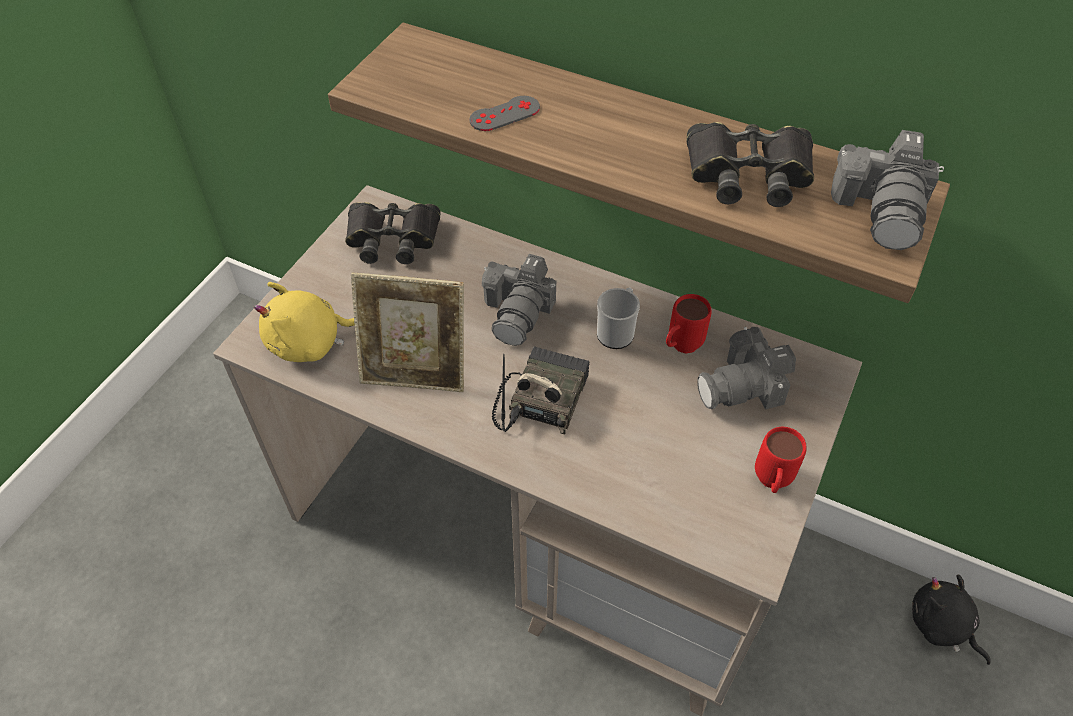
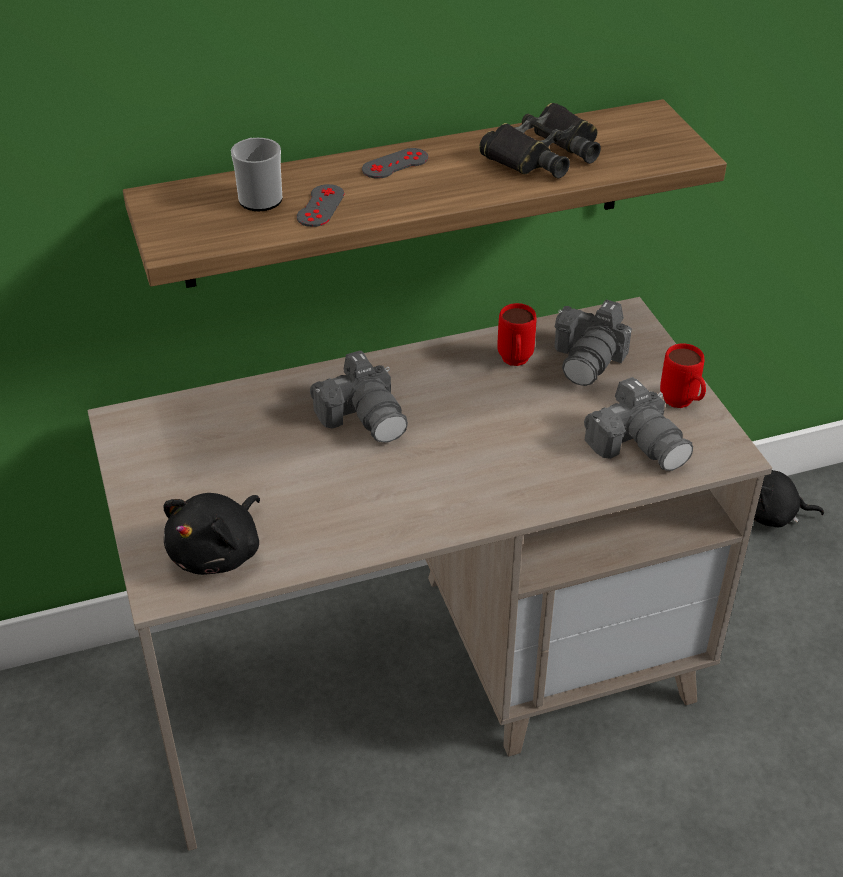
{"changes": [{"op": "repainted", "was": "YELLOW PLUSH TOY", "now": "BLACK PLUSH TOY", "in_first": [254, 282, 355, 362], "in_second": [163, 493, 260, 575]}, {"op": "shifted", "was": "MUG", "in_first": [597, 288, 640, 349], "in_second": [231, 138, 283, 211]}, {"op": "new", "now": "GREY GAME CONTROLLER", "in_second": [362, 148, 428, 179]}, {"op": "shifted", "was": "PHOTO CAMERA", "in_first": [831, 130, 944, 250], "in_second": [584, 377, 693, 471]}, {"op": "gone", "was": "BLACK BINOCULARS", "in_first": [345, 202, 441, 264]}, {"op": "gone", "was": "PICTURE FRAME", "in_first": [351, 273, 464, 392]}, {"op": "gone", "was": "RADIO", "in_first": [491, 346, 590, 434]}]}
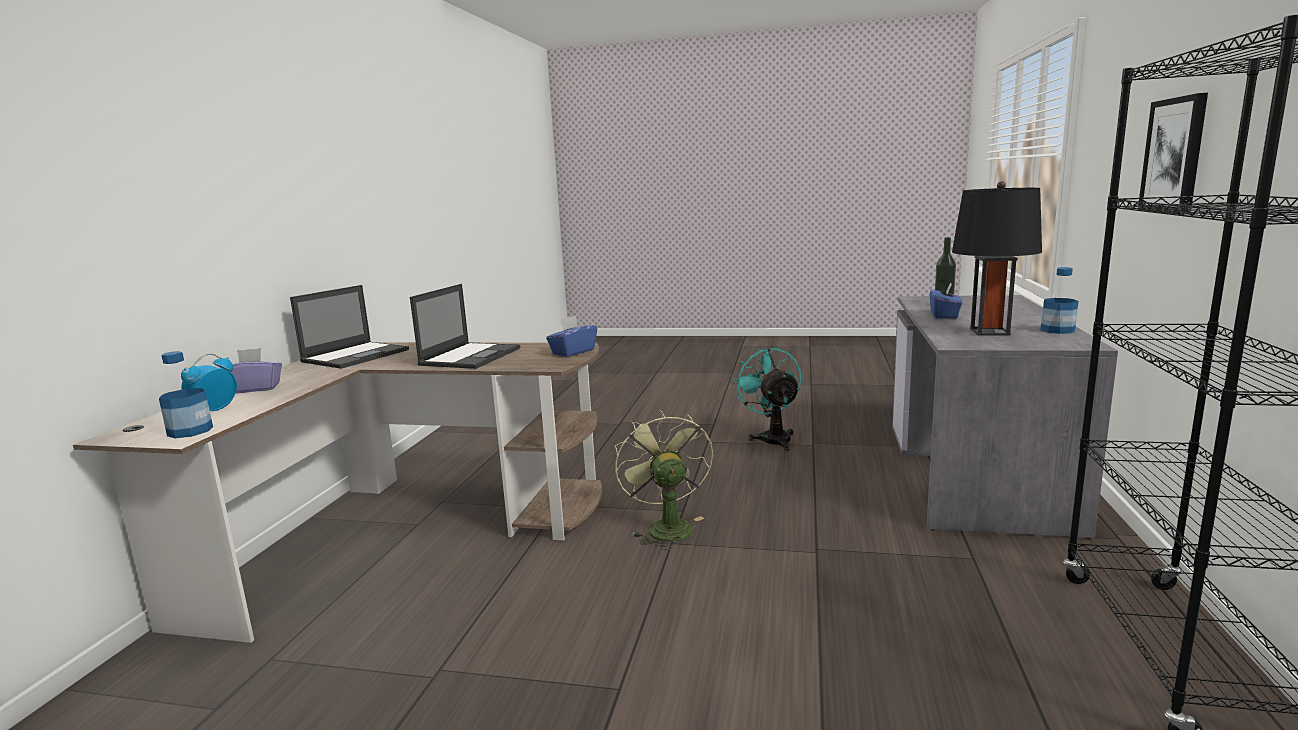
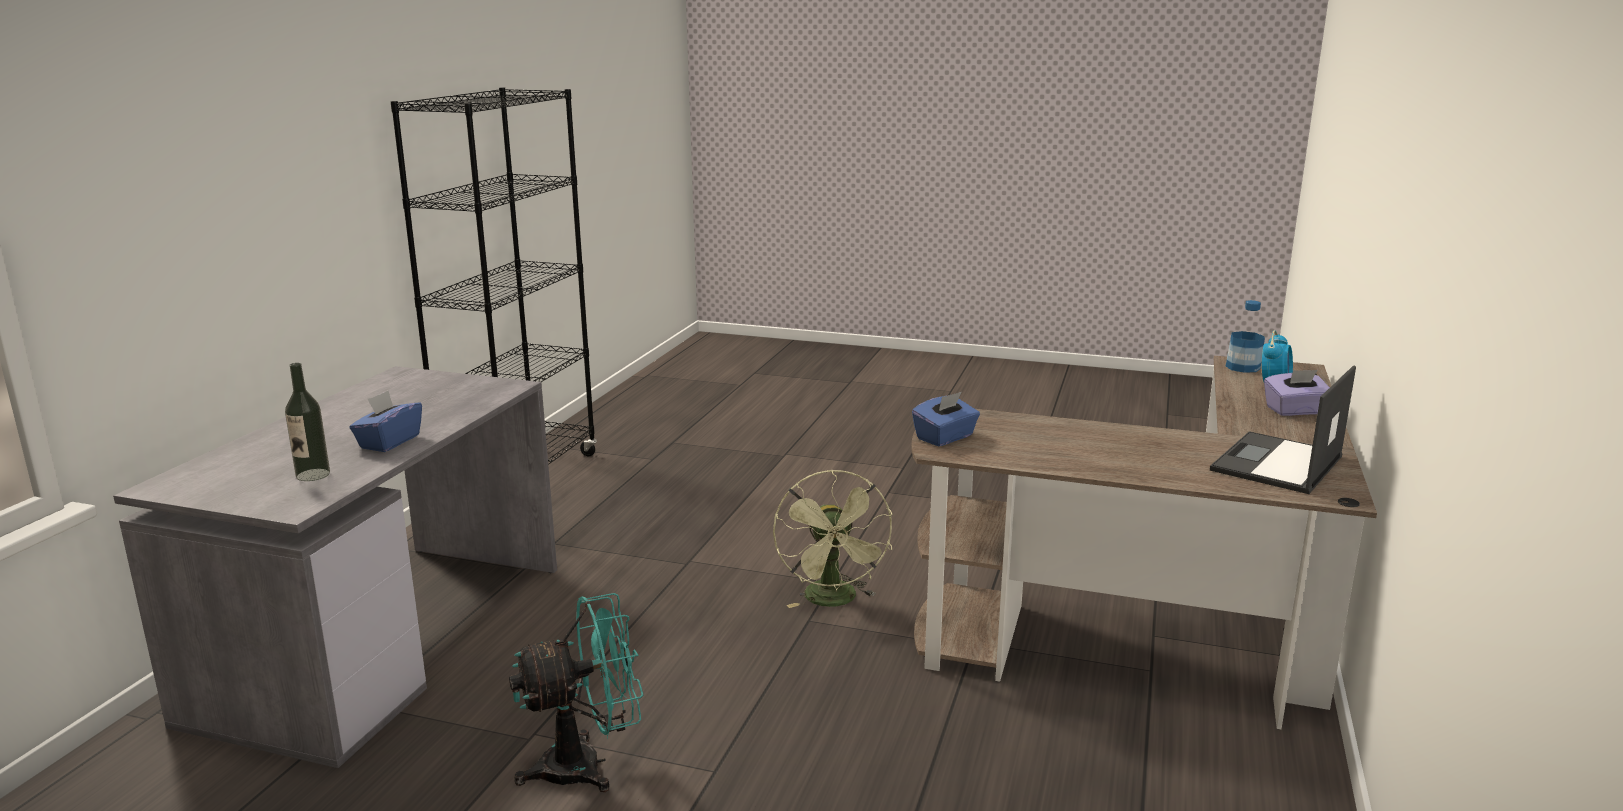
{"changes": [{"op": "rotated", "was": "TURQUOISE FAN", "in_first": [733, 347, 801, 451], "in_second": [509, 593, 643, 792], "clockwise": -105}, {"op": "gone", "was": "LAPTOP", "in_first": [410, 284, 520, 369]}, {"op": "gone", "was": "BLACK TABLE LAMP", "in_first": [952, 181, 1042, 336]}, {"op": "gone", "was": "BOTTLE", "in_first": [1040, 267, 1079, 334]}, {"op": "gone", "was": "PICTURE", "in_first": [1138, 93, 1208, 213]}]}
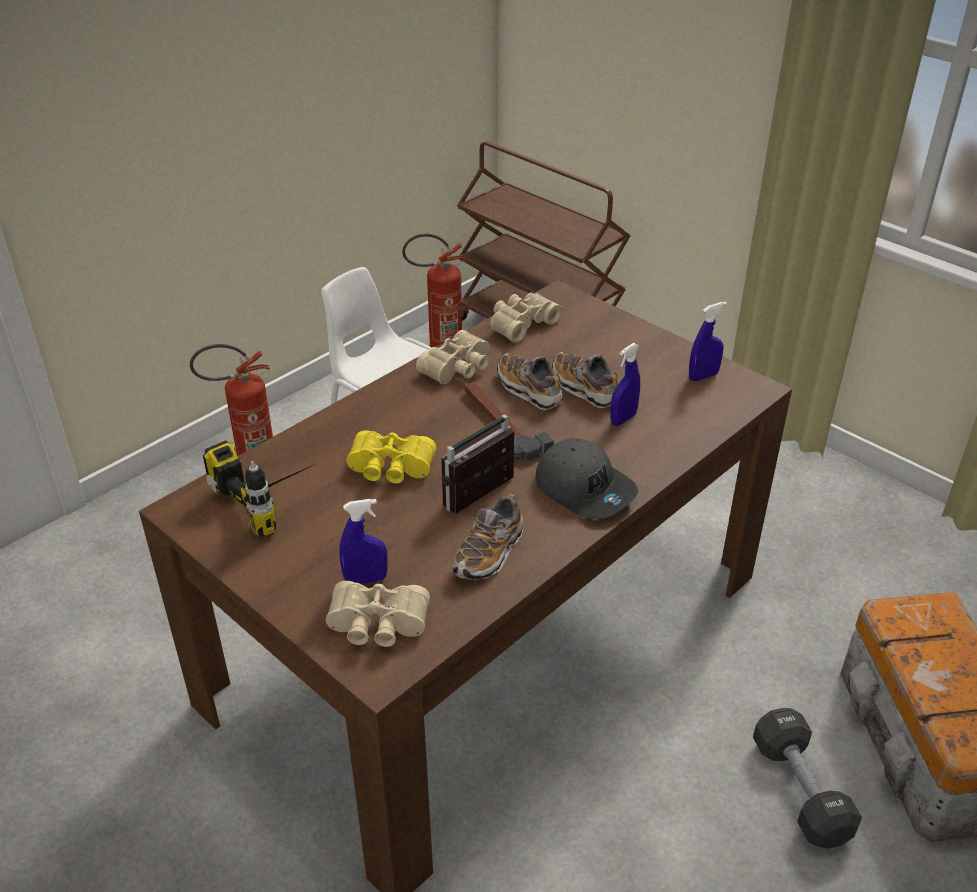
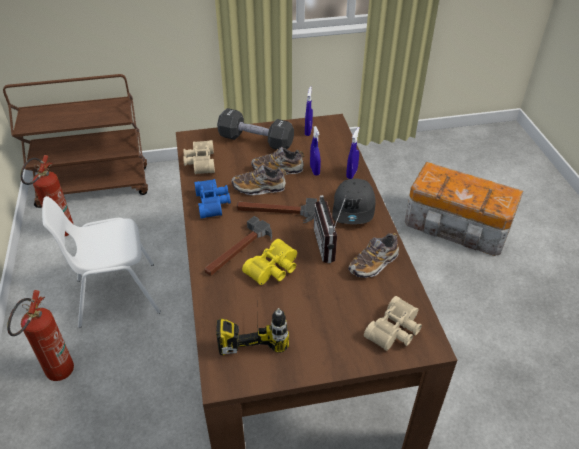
{"changes": [{"op": "repainted", "was": "BEIGE BINOCULARS", "now": "BLUE BINOCULARS", "in_first": [416, 330, 490, 384], "in_second": [194, 179, 231, 219]}, {"op": "new", "now": "HAMMER", "in_second": [205, 216, 272, 276]}, {"op": "shifted", "was": "BLACK DUMBBELL", "in_first": [753, 708, 862, 849], "in_second": [217, 108, 294, 150]}, {"op": "rotated", "was": "GREY CAP", "in_first": [536, 438, 638, 519], "in_second": [332, 178, 375, 224], "clockwise": 105}, {"op": "shifted", "was": "BLUE SPRAY BOTTLE", "in_first": [339, 499, 388, 584], "in_second": [346, 127, 360, 179]}, {"op": "rotated", "was": "SHOE", "in_first": [452, 494, 523, 580], "in_second": [349, 233, 399, 278], "clockwise": 75}]}
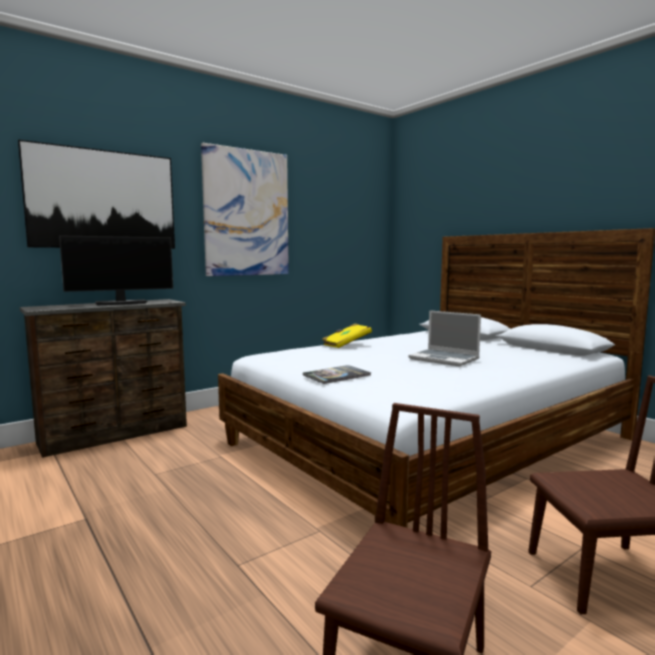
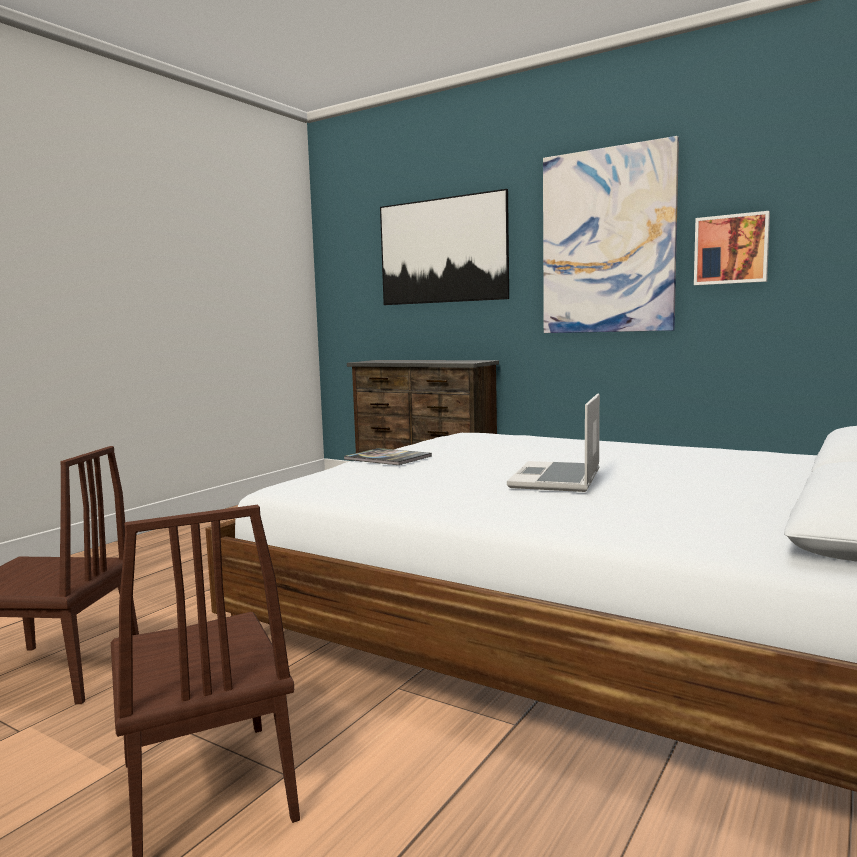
{"changes": [{"op": "new", "now": "PICTURE", "in_second": [694, 211, 770, 285]}, {"op": "gone", "was": "MONITOR", "in_first": [59, 235, 173, 305]}, {"op": "gone", "was": "YELLOW BOOK", "in_first": [322, 323, 372, 348]}]}
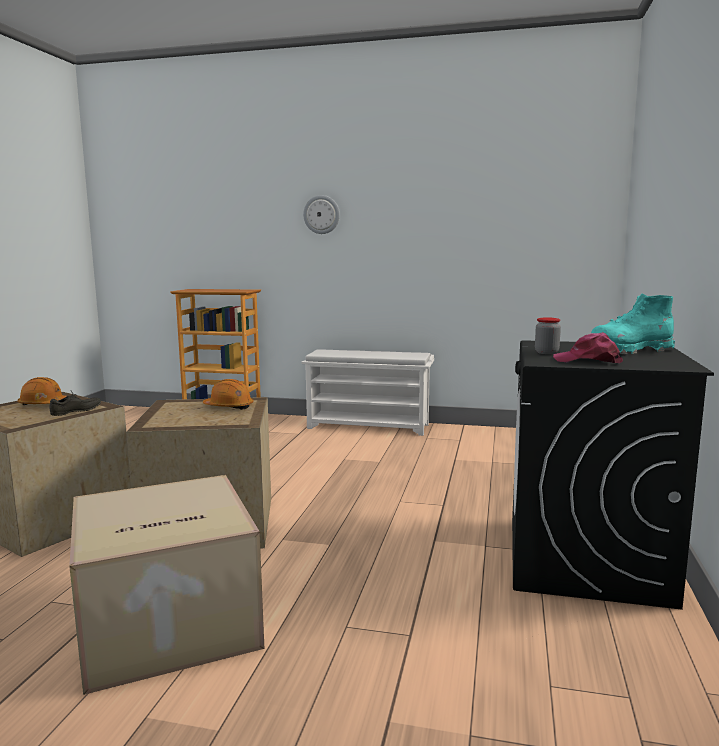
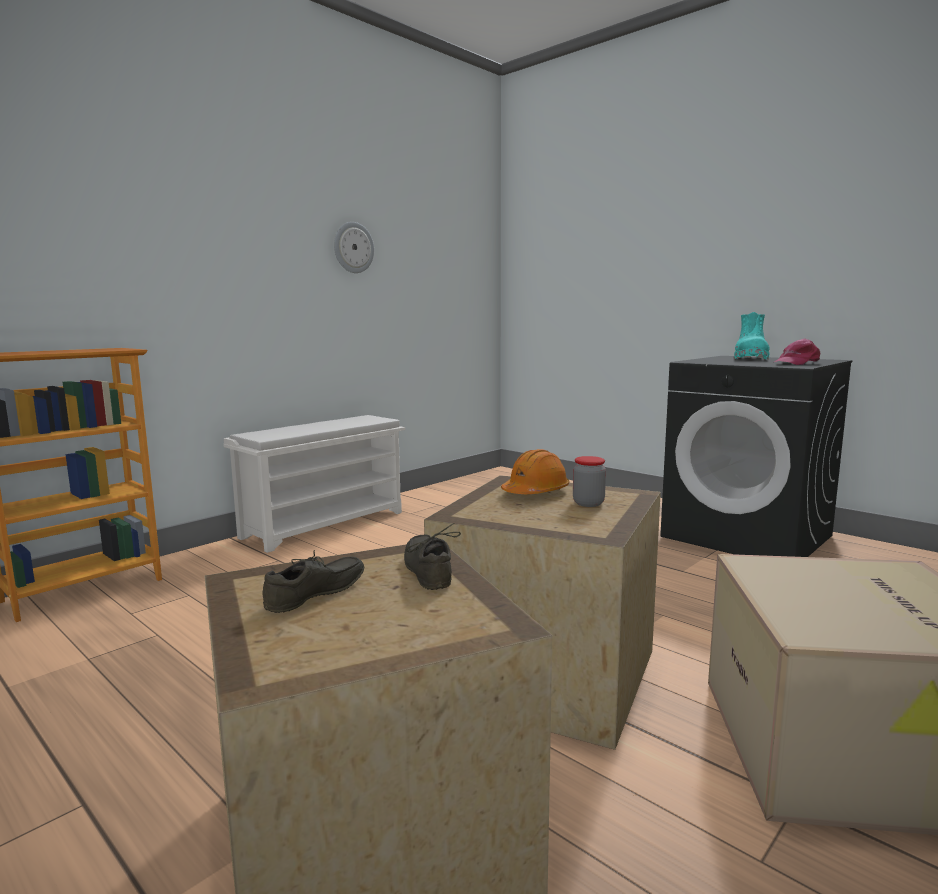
{"changes": [{"op": "swapped", "was": "ORANGE HARD HAT", "now": "GREY SHOE", "in_first": [17, 377, 66, 405], "in_second": [263, 550, 364, 613]}, {"op": "shifted", "was": "WALL CLOCK", "in_first": [303, 195, 340, 234], "in_second": [334, 222, 374, 273]}, {"op": "shifted", "was": "JAR", "in_first": [535, 317, 561, 354], "in_second": [573, 456, 606, 507]}]}
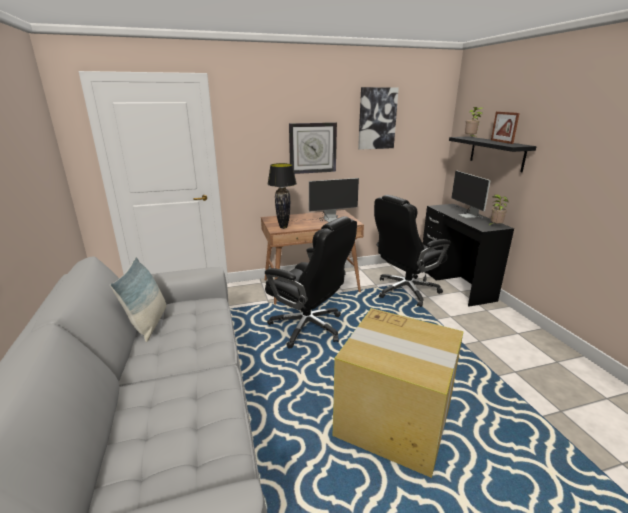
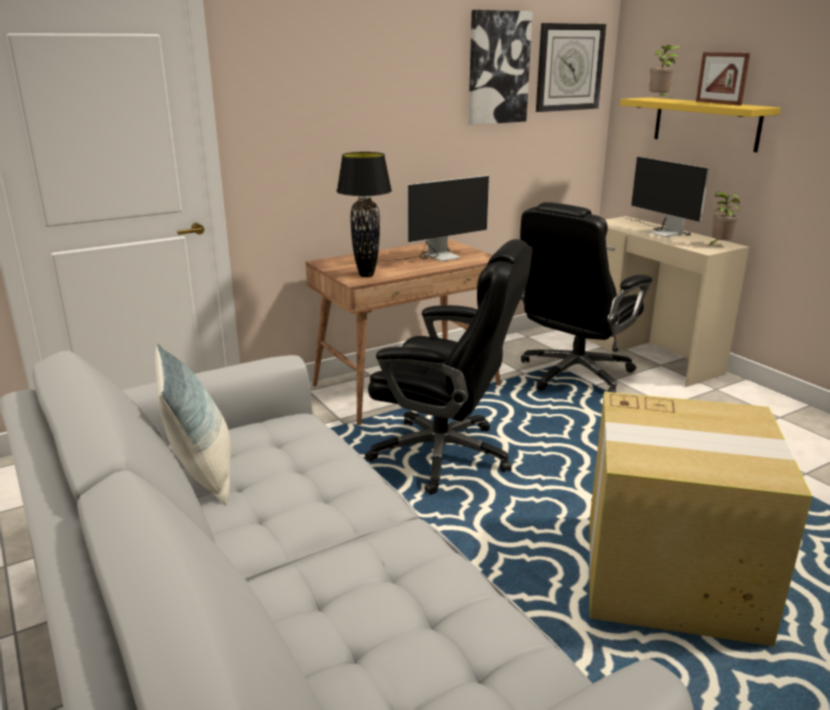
{"changes": [{"op": "shifted", "was": "WALL CLOCK", "in_first": [289, 122, 337, 174], "in_second": [536, 23, 606, 112]}, {"op": "repainted", "was": "BLACK DESK", "now": "BEIGE DESK", "in_first": [423, 204, 514, 307], "in_second": [586, 216, 749, 387]}, {"op": "repainted", "was": "BLACK SHELF", "now": "YELLOW SHELF", "in_first": [449, 137, 537, 172], "in_second": [620, 97, 781, 152]}]}
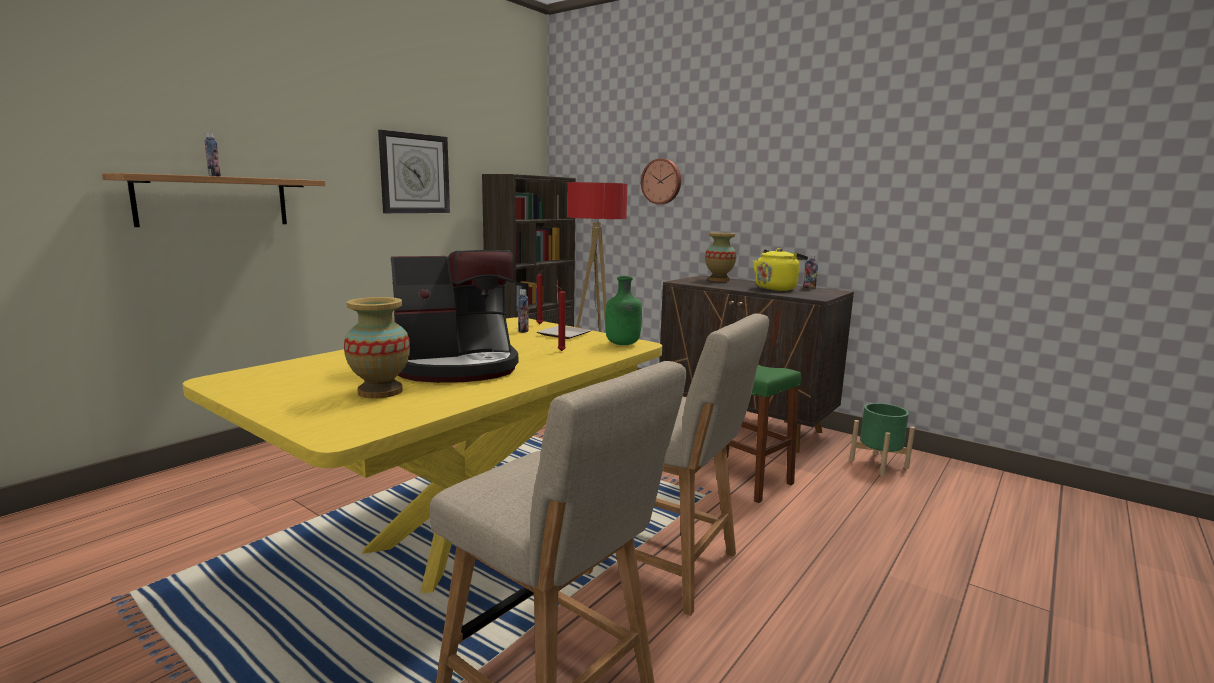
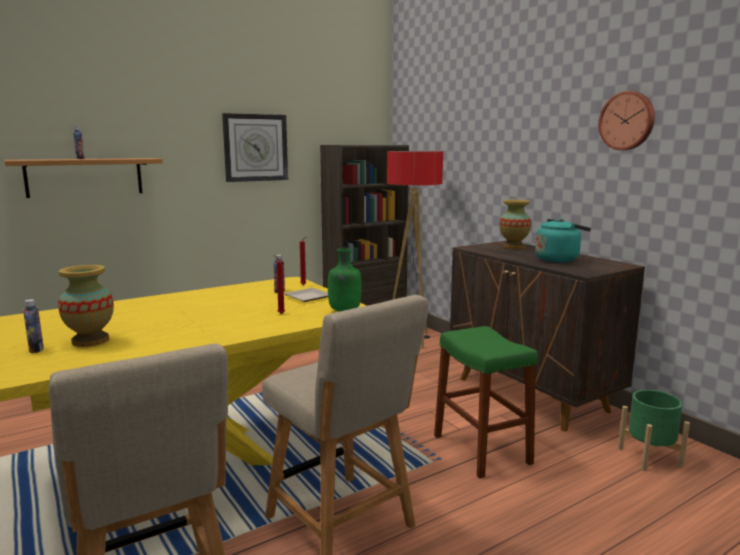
{"changes": [{"op": "shifted", "was": "BOTTLE", "in_first": [803, 255, 818, 289], "in_second": [23, 299, 44, 353]}, {"op": "repainted", "was": "YELLOW KETTLE", "now": "TURQUOISE KETTLE", "in_first": [753, 248, 808, 291], "in_second": [535, 218, 591, 262]}, {"op": "shifted", "was": "WALL CLOCK", "in_first": [641, 158, 681, 204], "in_second": [598, 91, 655, 150]}, {"op": "gone", "was": "COFFEE MACHINE", "in_first": [391, 250, 518, 383]}]}
